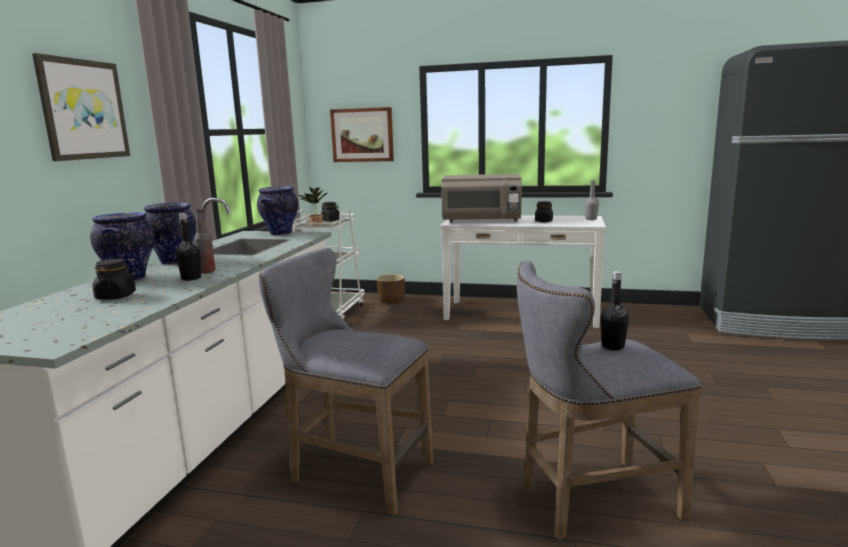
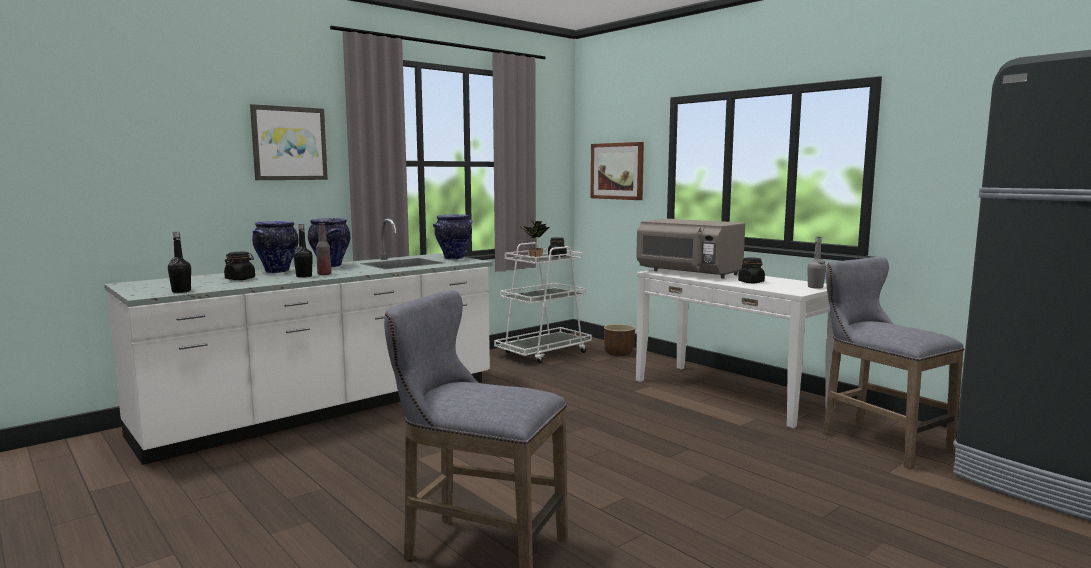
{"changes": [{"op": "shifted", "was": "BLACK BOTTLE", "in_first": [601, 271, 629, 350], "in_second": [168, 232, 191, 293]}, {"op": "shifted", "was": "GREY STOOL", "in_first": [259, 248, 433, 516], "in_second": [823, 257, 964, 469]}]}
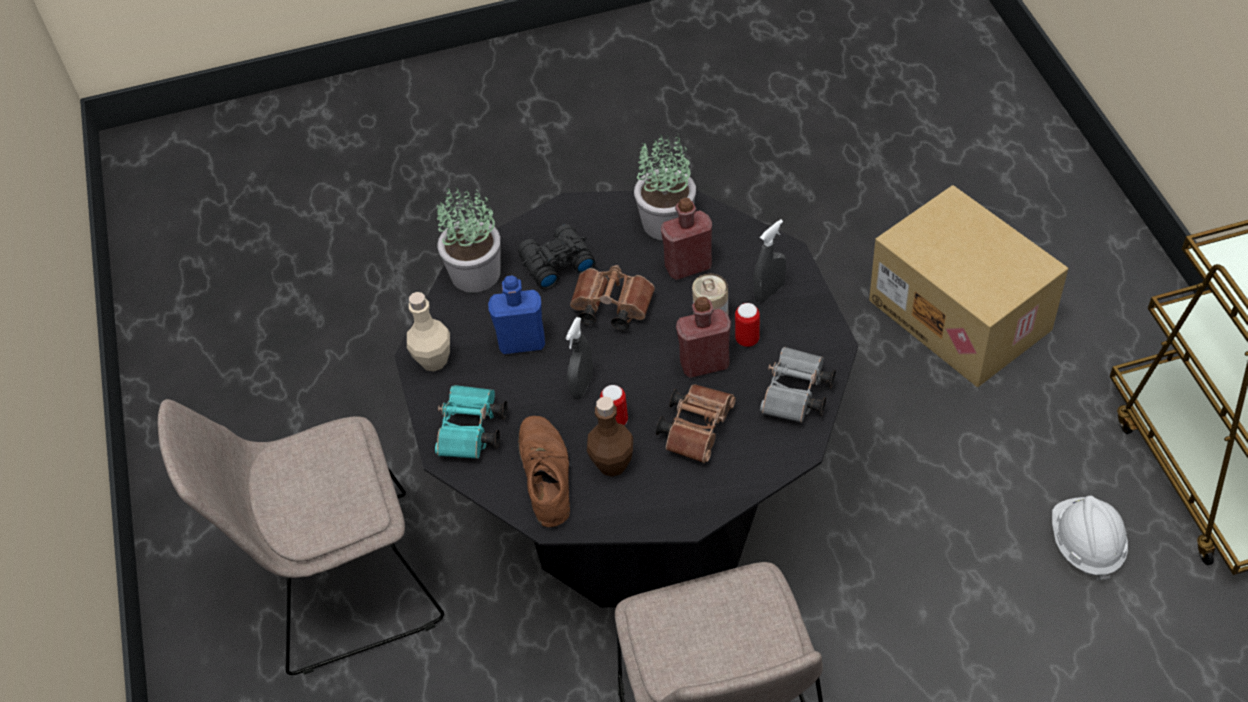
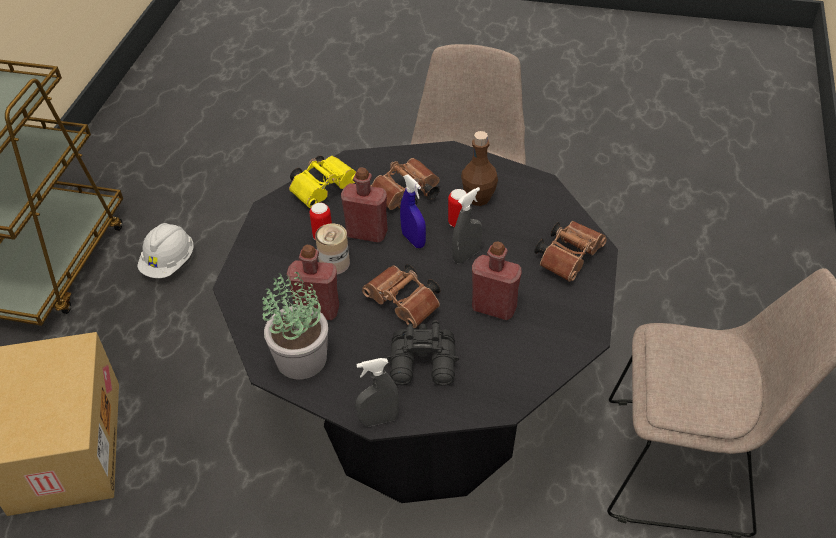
{"changes": [{"op": "repainted", "was": "GREY BINOCULARS", "now": "YELLOW BINOCULARS", "in_first": [760, 347, 836, 423], "in_second": [289, 156, 356, 208]}, {"op": "shifted", "was": "GREY SPRAY BOTTLE", "in_first": [753, 219, 786, 302], "in_second": [356, 358, 399, 427]}, {"op": "new", "now": "BLUE SPRAY BOTTLE", "in_second": [400, 175, 426, 248]}, {"op": "repainted", "was": "BLUE BOTTLE", "now": "RED BOTTLE", "in_first": [488, 276, 545, 354], "in_second": [472, 241, 522, 320]}, {"op": "repainted", "was": "TURQUOISE BINOCULARS", "now": "BROWN BINOCULARS", "in_first": [435, 385, 507, 459], "in_second": [534, 221, 607, 282]}, {"op": "gone", "was": "BEIGE BOTTLE", "in_first": [407, 292, 450, 371]}, {"op": "gone", "was": "POTTED PLANT", "in_first": [436, 187, 501, 293]}, {"op": "gone", "was": "BROWN SHOE", "in_first": [518, 416, 570, 527]}]}
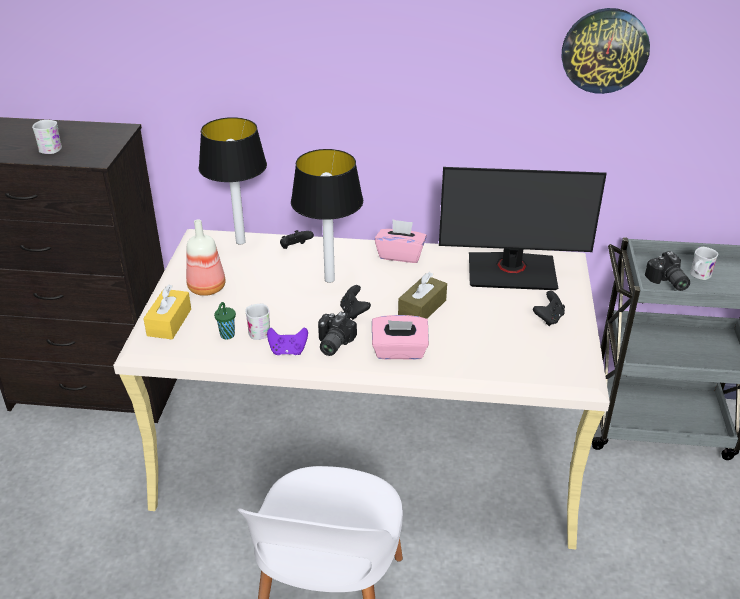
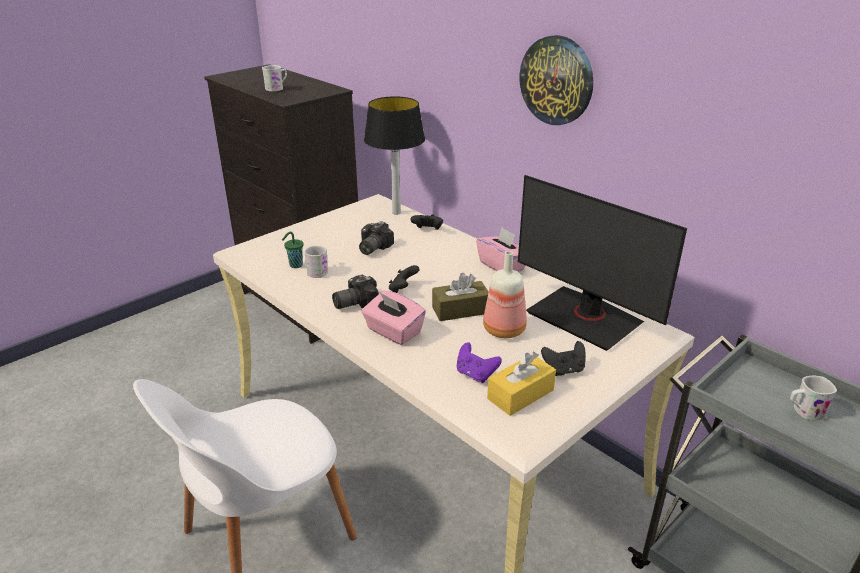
{"changes": [{"op": "shifted", "was": "PHOTO CAMERA", "in_first": [645, 251, 690, 291], "in_second": [359, 221, 394, 255]}, {"op": "shifted", "was": "PURPLE GAME CONTROLLER", "in_first": [267, 327, 308, 355], "in_second": [457, 343, 502, 383]}, {"op": "shifted", "was": "BOTTLE", "in_first": [186, 219, 226, 296], "in_second": [483, 251, 527, 338]}, {"op": "shifted", "was": "YELLOW TISSUE BOX", "in_first": [143, 285, 191, 340], "in_second": [487, 351, 556, 416]}, {"op": "shifted", "was": "WALL CLOCK", "in_first": [562, 8, 650, 94], "in_second": [520, 35, 593, 125]}, {"op": "gone", "was": "TABLE LAMP", "in_first": [291, 149, 363, 283]}]}
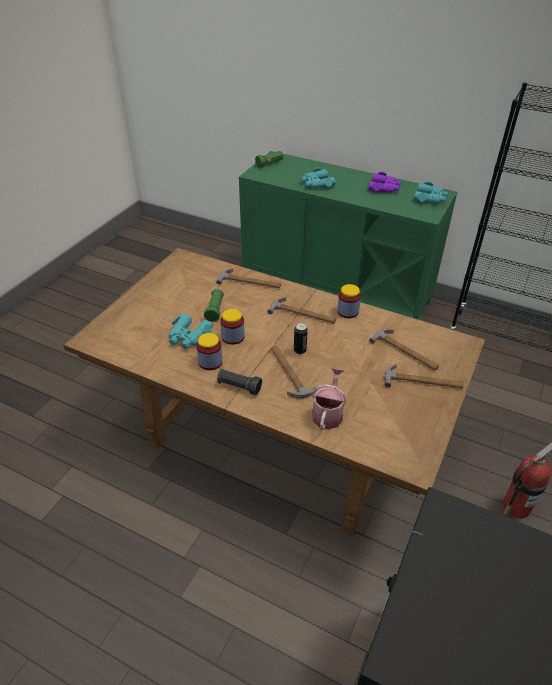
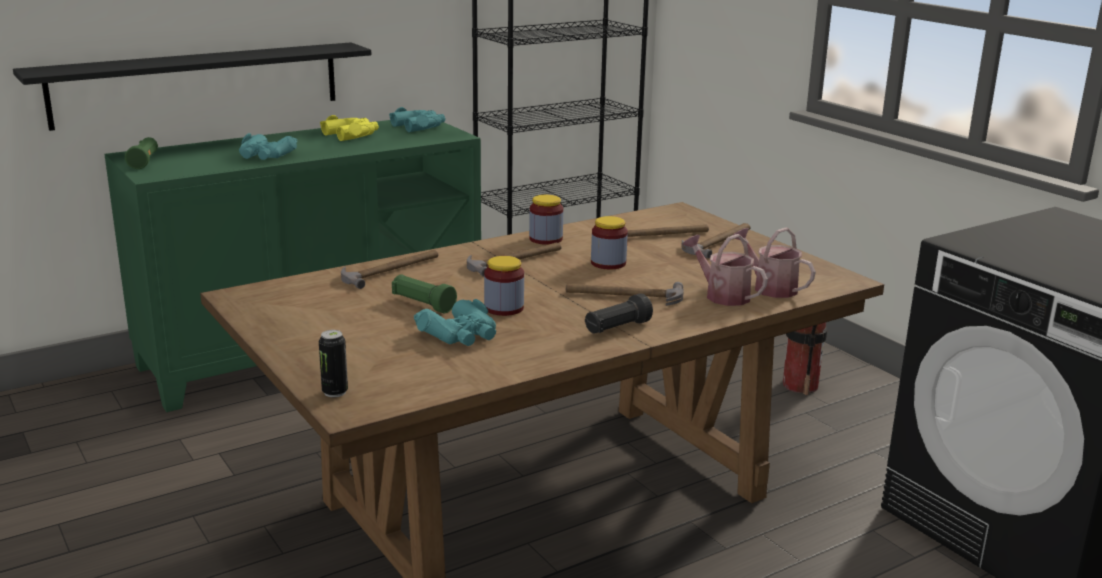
{"changes": [{"op": "new", "now": "BLACK SHELF", "in_second": [13, 42, 371, 131]}, {"op": "shifted", "was": "CAN", "in_first": [294, 323, 308, 355], "in_second": [319, 330, 348, 397]}, {"op": "repainted", "was": "PURPLE BINOCULARS", "now": "YELLOW BINOCULARS", "in_first": [368, 172, 401, 193], "in_second": [320, 115, 379, 141]}, {"op": "shifted", "was": "JAR", "in_first": [196, 333, 222, 370], "in_second": [591, 216, 628, 269]}, {"op": "new", "now": "WATERING CAN", "in_second": [733, 228, 816, 298]}]}
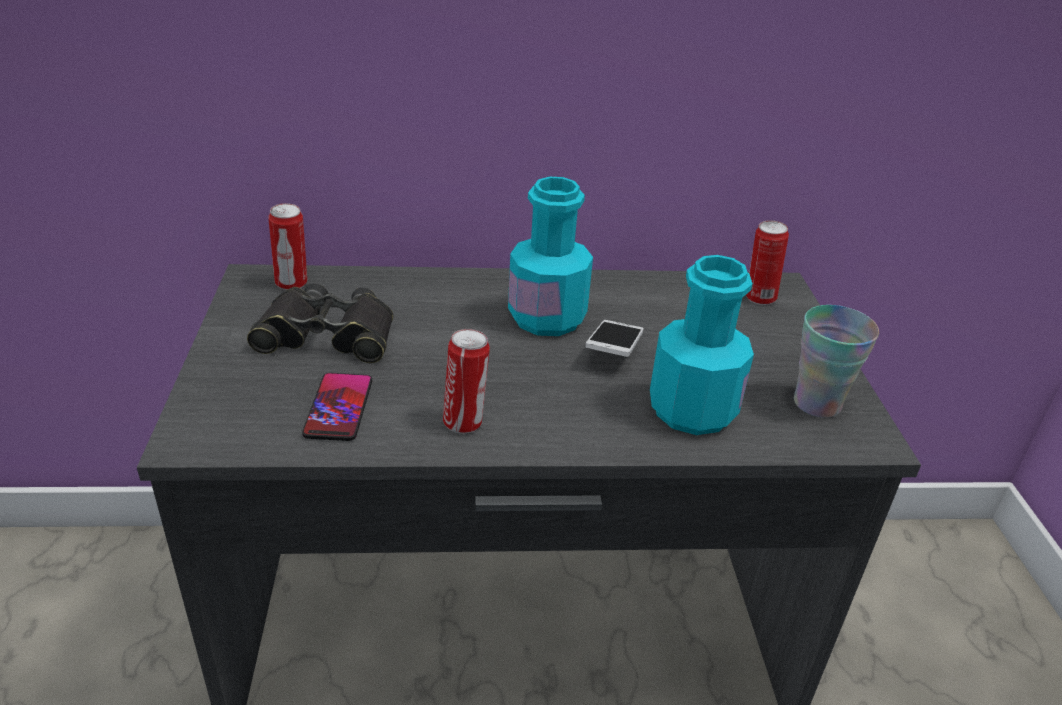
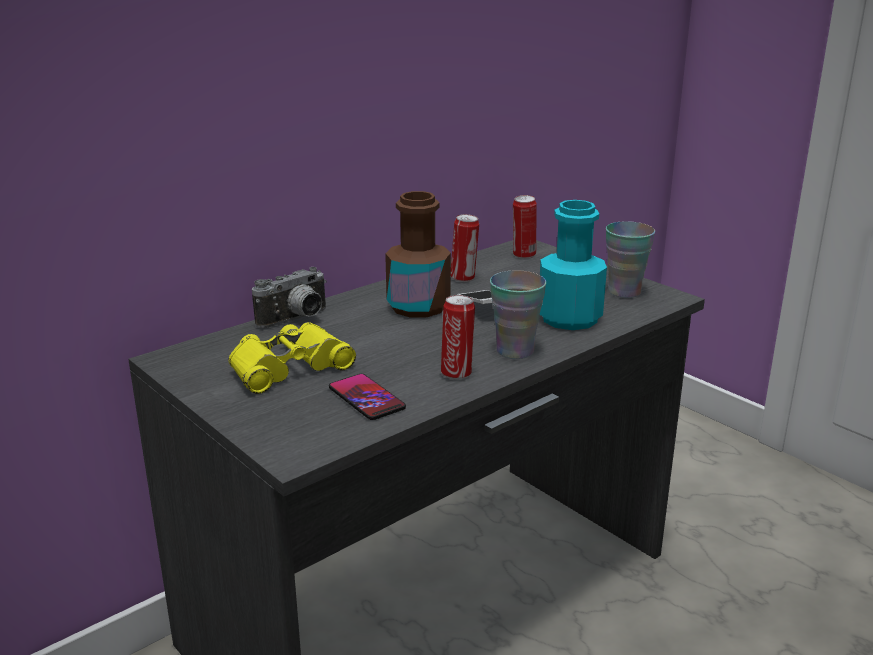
{"changes": [{"op": "repainted", "was": "BLACK BINOCULARS", "now": "YELLOW BINOCULARS", "in_first": [247, 283, 394, 363], "in_second": [228, 322, 356, 394]}, {"op": "new", "now": "PHOTO CAMERA", "in_second": [252, 267, 327, 328]}, {"op": "repainted", "was": "TURQUOISE BOTTLE", "now": "BROWN BOTTLE", "in_first": [508, 177, 593, 336], "in_second": [385, 191, 451, 318]}, {"op": "shifted", "was": "CAN", "in_first": [268, 203, 307, 290], "in_second": [451, 214, 479, 282]}, {"op": "new", "now": "CUP", "in_second": [490, 271, 546, 359]}]}
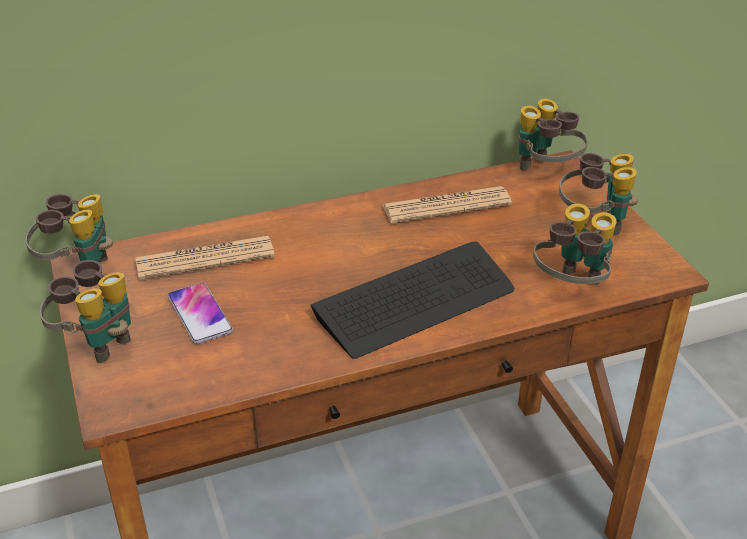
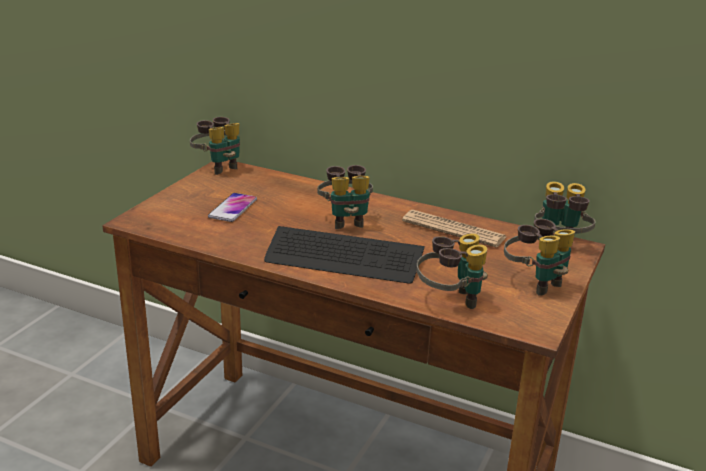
{"changes": [{"op": "shifted", "was": "BINOCULARS", "in_first": [40, 260, 131, 363], "in_second": [317, 165, 373, 229]}, {"op": "gone", "was": "NEWSPAPER", "in_first": [136, 236, 275, 280]}]}
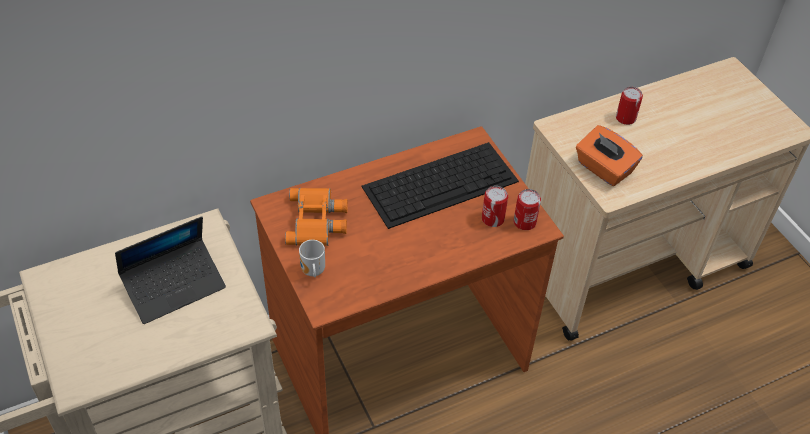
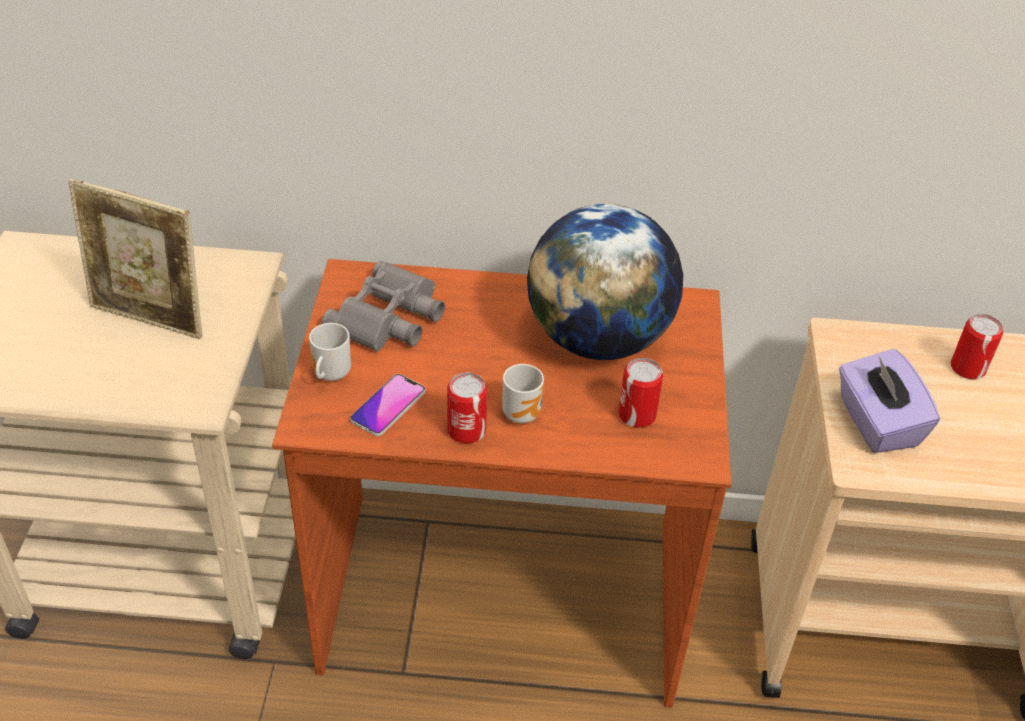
{"changes": [{"op": "swapped", "was": "LAPTOP", "now": "PICTURE FRAME", "in_first": [115, 216, 226, 324], "in_second": [68, 178, 202, 339]}, {"op": "repainted", "was": "ORANGE BINOCULARS", "now": "GREY BINOCULARS", "in_first": [285, 188, 348, 246], "in_second": [322, 261, 445, 352]}, {"op": "new", "now": "PHONE", "in_second": [350, 374, 425, 436]}, {"op": "shifted", "was": "CAN", "in_first": [514, 189, 541, 230], "in_second": [447, 373, 487, 444]}, {"op": "new", "now": "MUG", "in_second": [502, 364, 544, 423]}, {"op": "swapped", "was": "KEYBOARD", "now": "GLOBE", "in_first": [362, 142, 519, 229], "in_second": [527, 204, 683, 360]}, {"op": "repainted", "was": "ORANGE TISSUE BOX", "now": "PURPLE TISSUE BOX", "in_first": [576, 125, 643, 186], "in_second": [839, 349, 940, 453]}]}
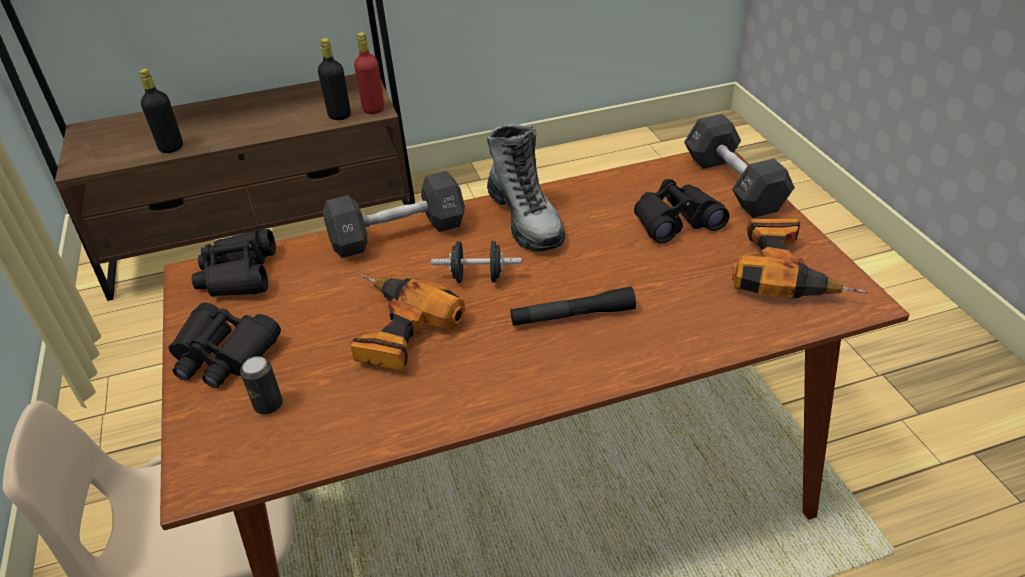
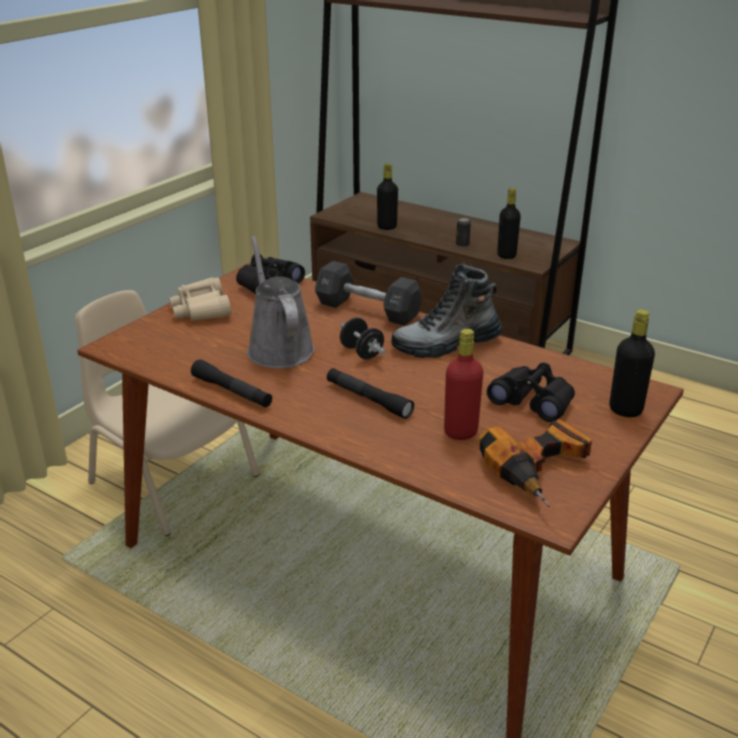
{"changes": [{"op": "repainted", "was": "BLACK BINOCULARS", "now": "BEIGE BINOCULARS", "in_first": [169, 303, 281, 388], "in_second": [169, 277, 232, 321]}, {"op": "new", "now": "BLACK FLASHLIGHT", "in_second": [191, 359, 272, 407]}, {"op": "swapped", "was": "POWER DRILL", "now": "GREY WATERING CAN", "in_first": [350, 274, 465, 371], "in_second": [247, 236, 315, 368]}, {"op": "rotated", "was": "BOOT", "in_first": [487, 124, 565, 252], "in_second": [391, 264, 503, 358], "clockwise": 45}, {"op": "shifted", "was": "RED BOTTLE", "in_first": [354, 32, 384, 114], "in_second": [444, 329, 483, 440]}, {"op": "shifted", "was": "CAN", "in_first": [240, 356, 283, 415], "in_second": [456, 218, 471, 247]}, {"op": "swapped", "was": "BLACK DUMBBELL", "now": "BLACK BOTTLE", "in_first": [684, 114, 795, 218], "in_second": [610, 309, 655, 417]}]}
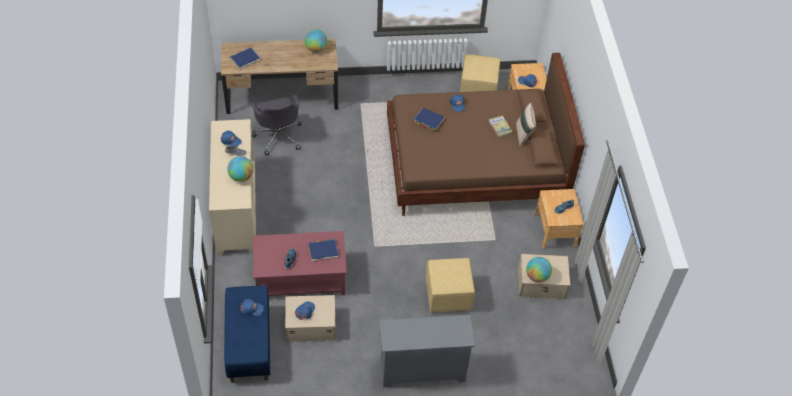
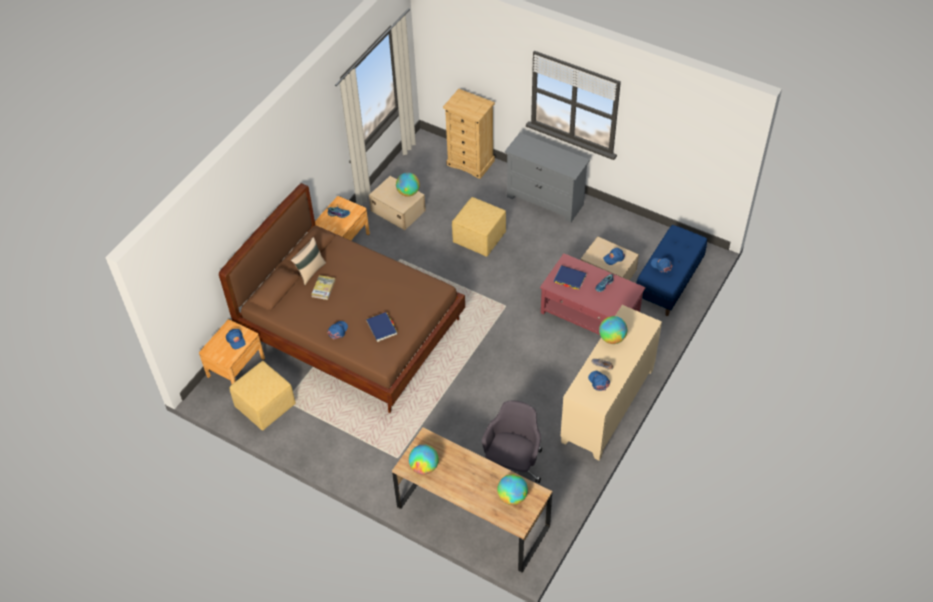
{"changes": [{"op": "new", "now": "BEIGE DRESSER", "in_second": [443, 89, 495, 179]}, {"op": "swapped", "was": "BLUE BOOK", "now": "GLOBE", "in_first": [230, 48, 260, 69], "in_second": [497, 474, 528, 505]}]}
